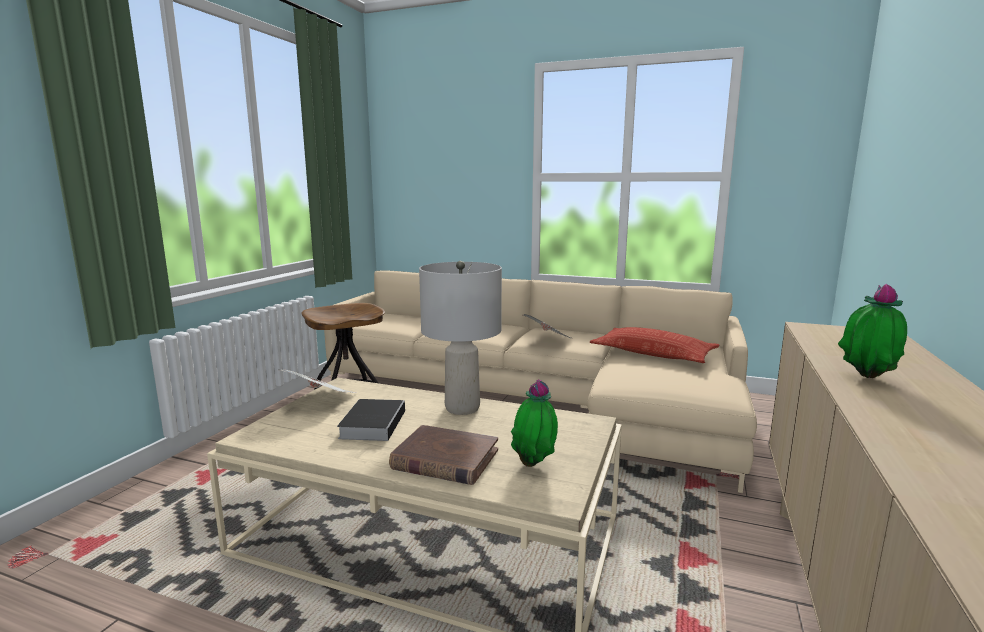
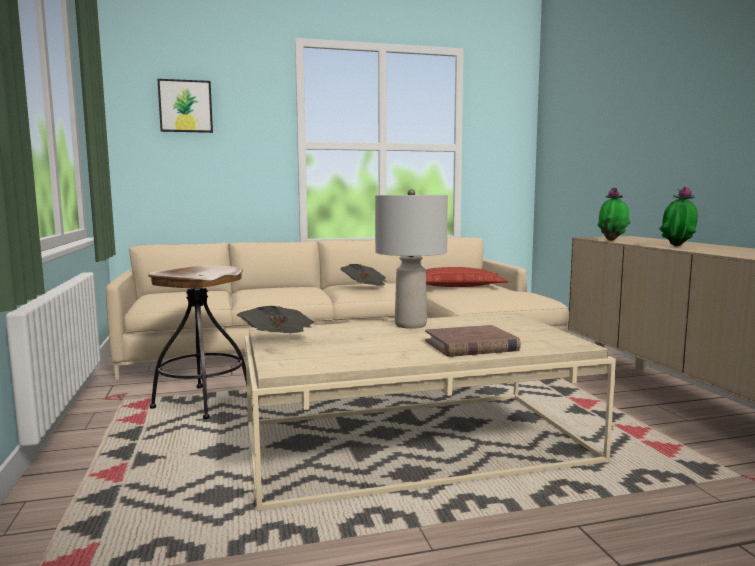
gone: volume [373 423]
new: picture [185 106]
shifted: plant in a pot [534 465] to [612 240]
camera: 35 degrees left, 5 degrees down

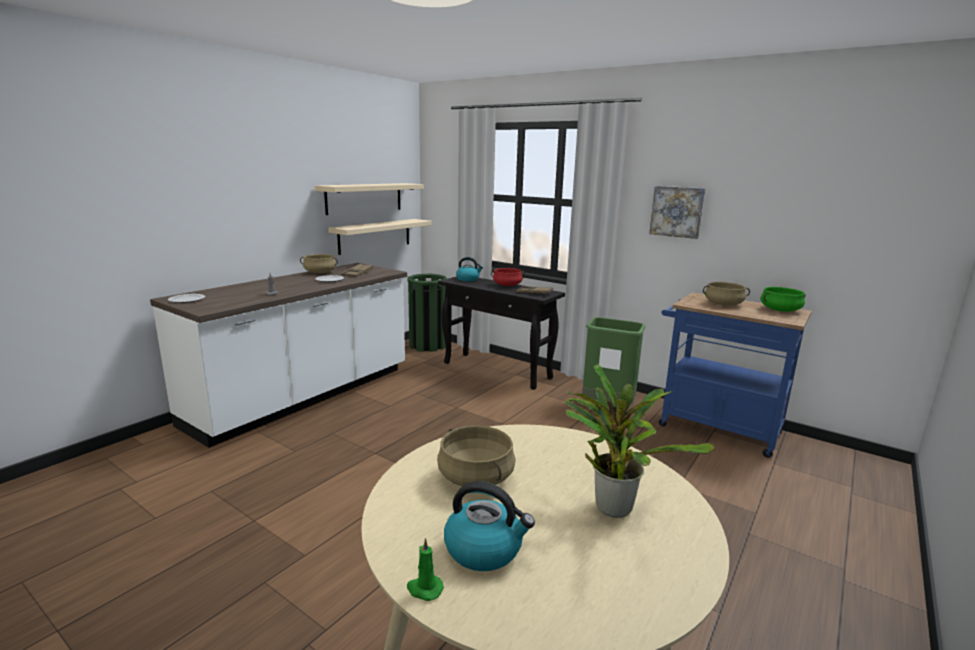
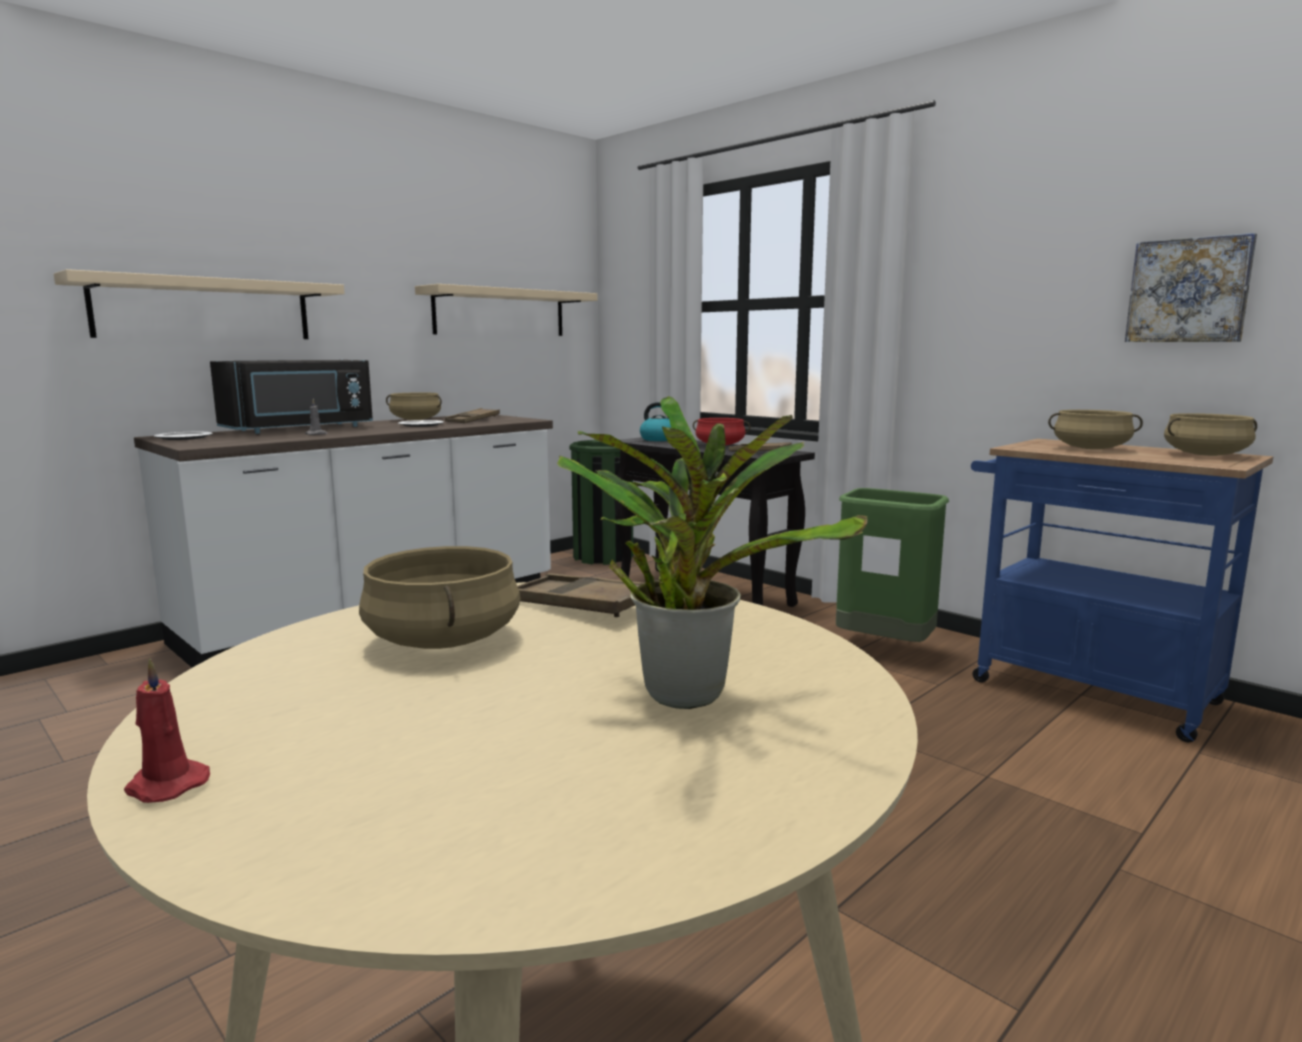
gone: tea kettle [485 549]
new: microwave oven/black-coloured [300 429]; carrying tray/brown [580 605]
shifted: shelf/beige [375 236] to [205 309]; picture [677 211] to [1189 291]
repainted: wax light/green [424 589] to wax light/red [165 785]; stockpot/green [780 310] to stockpot/beige [1205 455]
camera: 10 degrees right, 5 degrees down

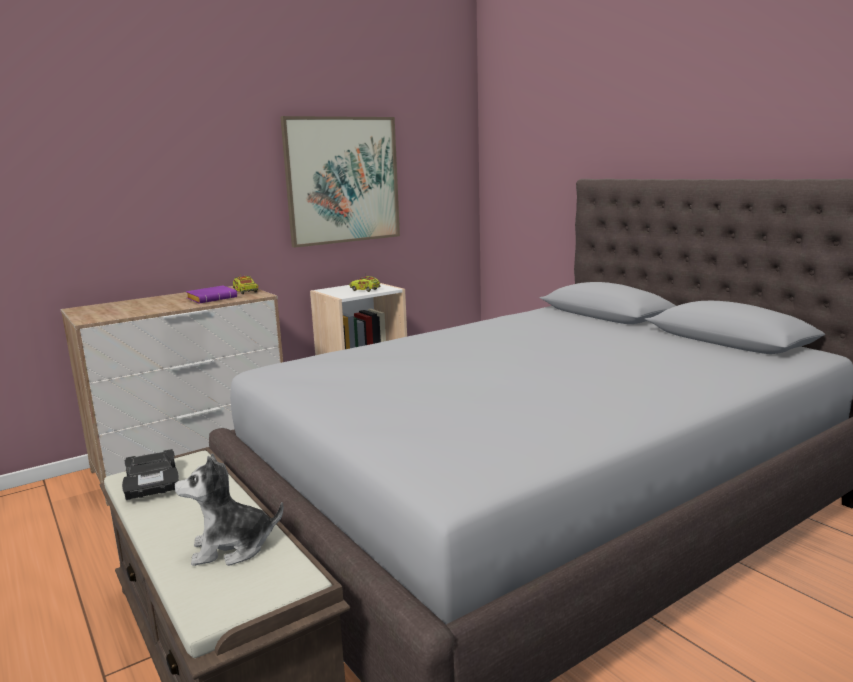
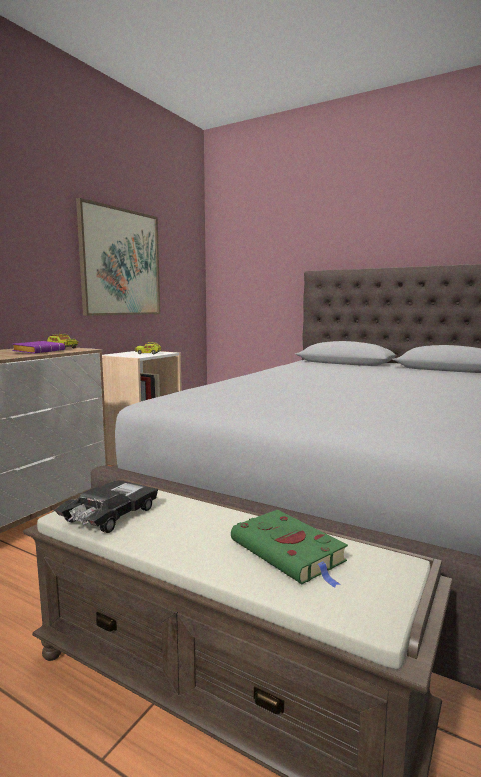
swapped: plush toy [231 548] to volume/green [290 552]
rotated: miniature car/black-coloured [152 483] = [109 515] 105 degrees counterclockwise
camera: 25 degrees left, 5 degrees down

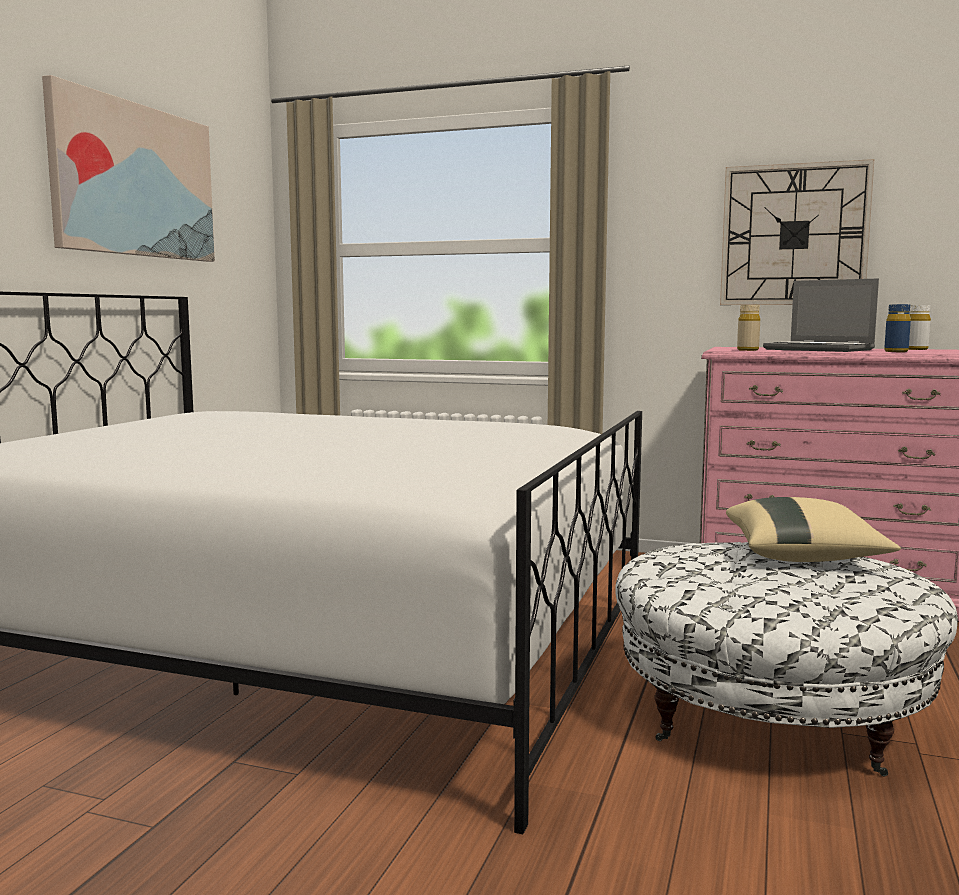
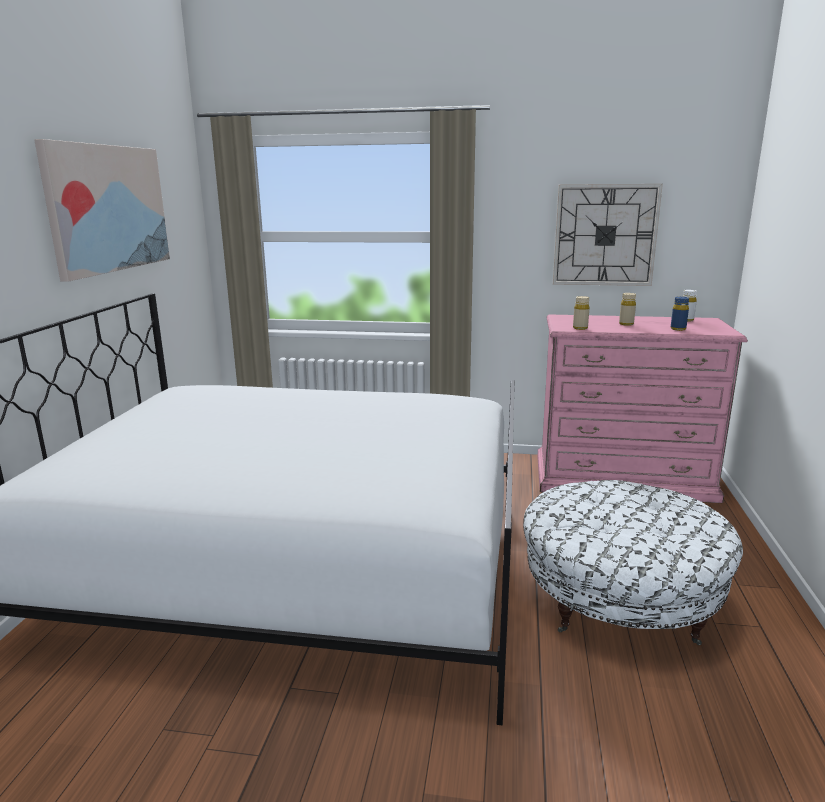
gone: pillow/beige [804 557]
swapped: notebook computer [820 349] to drink bottle/beige [626 324]
camera: 10 degrees left, 10 degrees up

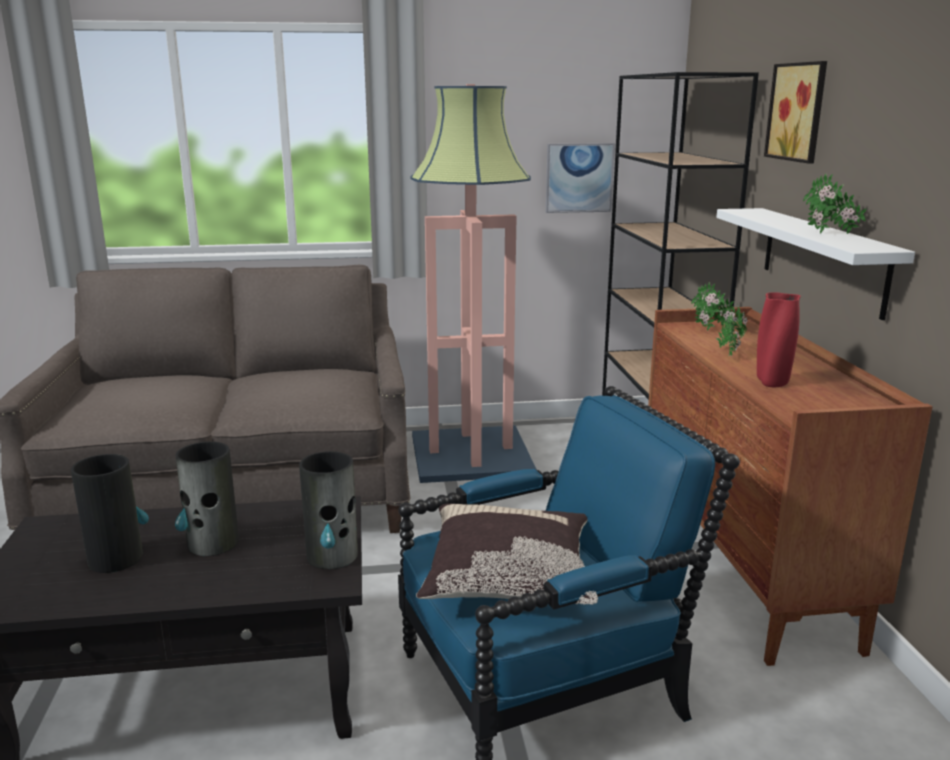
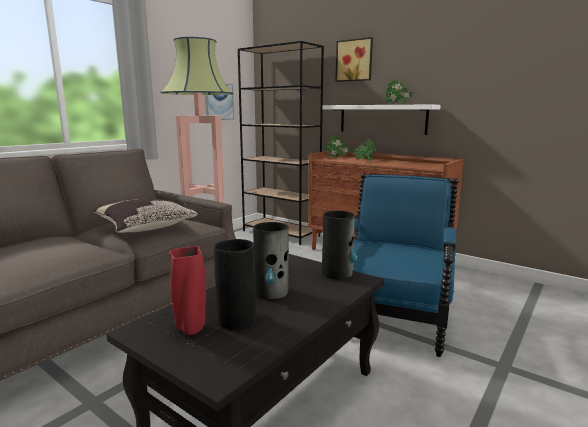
shifted: pillow [509 578] to [146 227]; flower vase/red [772 383] to [191 329]
camera: 45 degrees left, 5 degrees down

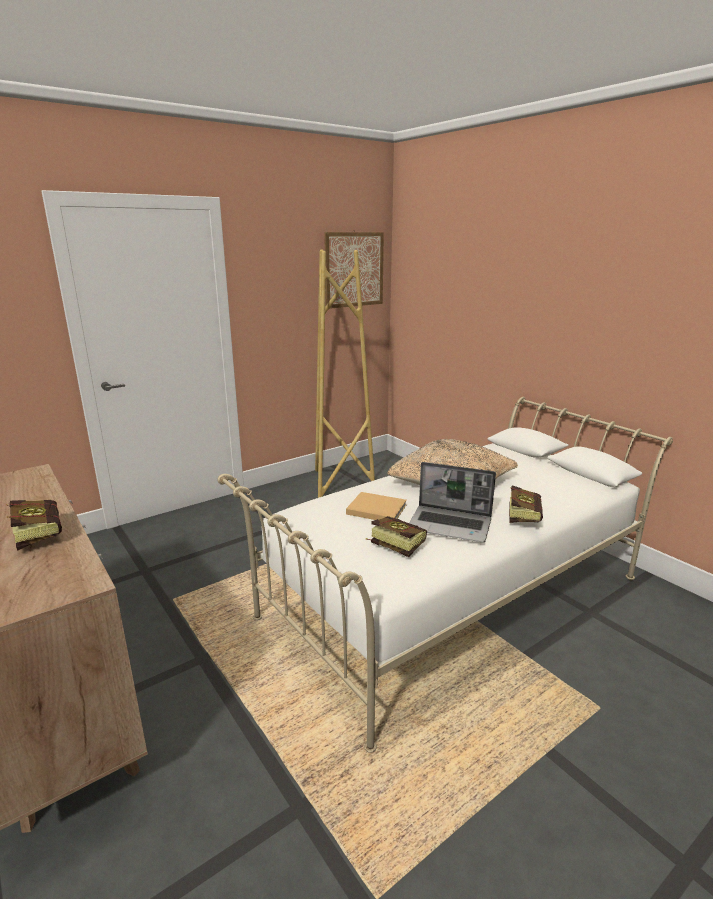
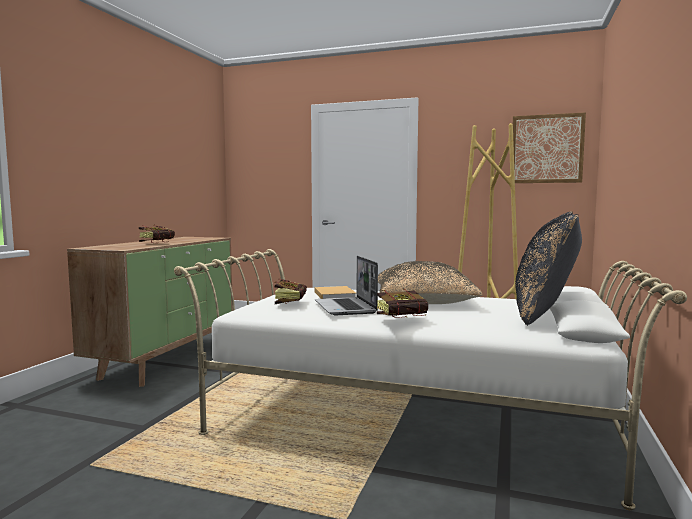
new: pillow/gray [545 318]
camera: 55 degrees right, 15 degrees down

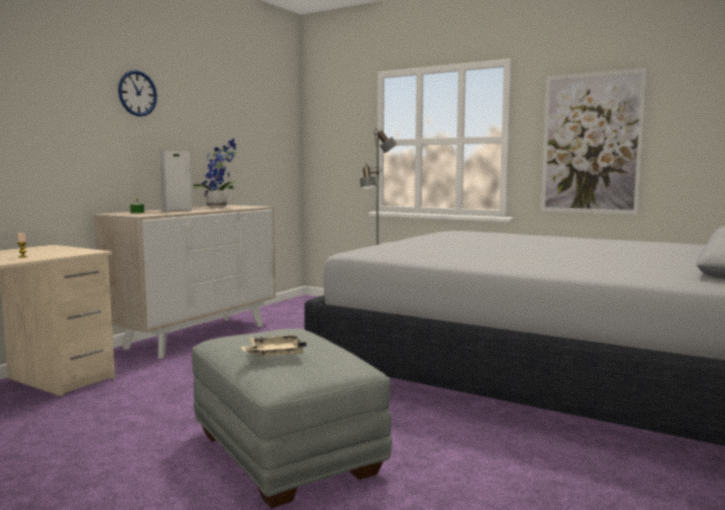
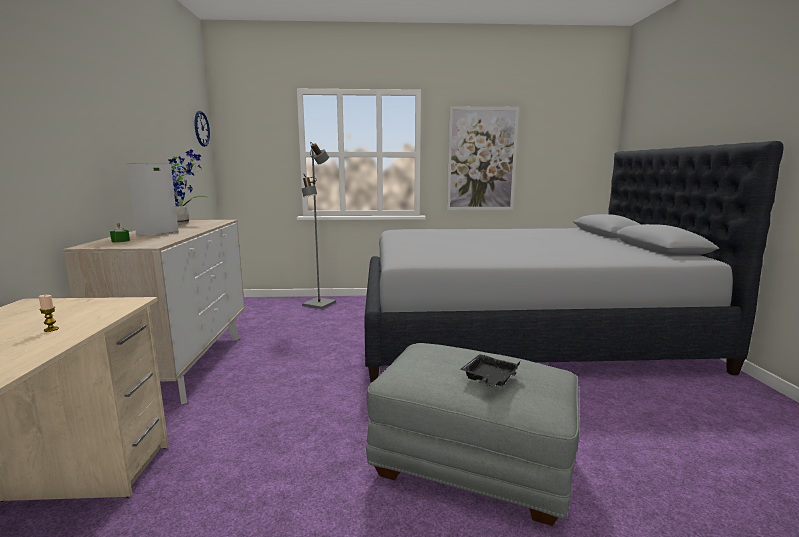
shifted: clock on the wall [137 93] to [201 128]
repainted: carrying tray/beige [274 354] to carrying tray/black-coloured [489 379]
camera: 35 degrees left, 5 degrees up

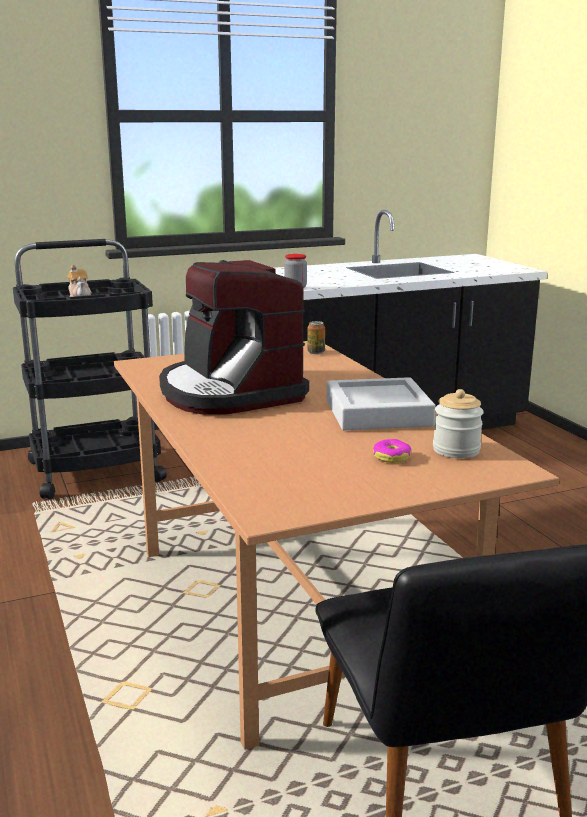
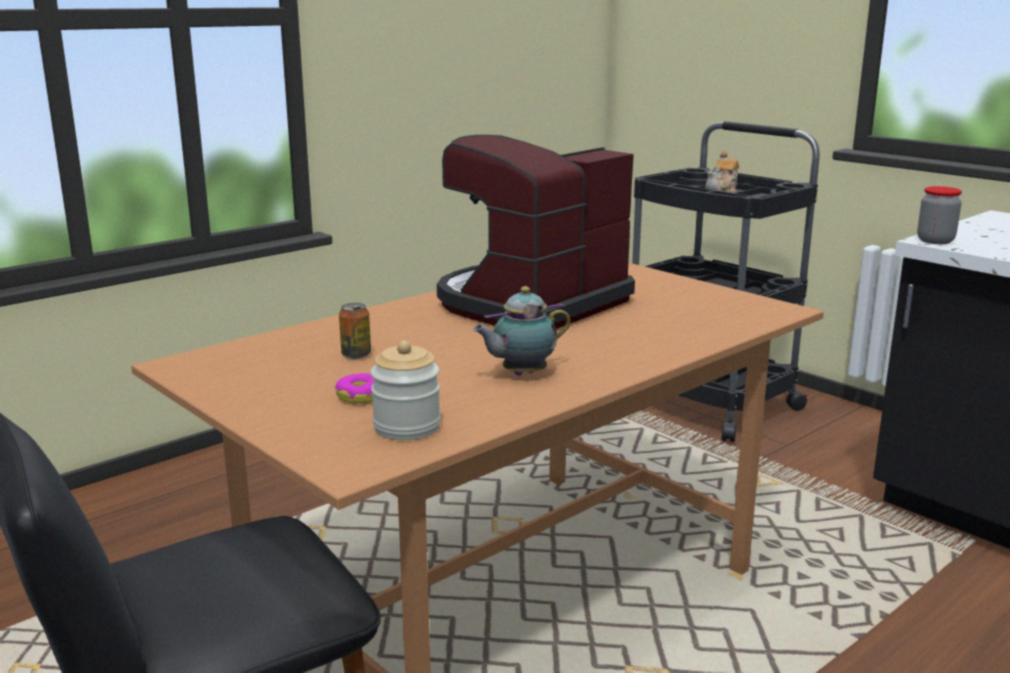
shifted: sealed can [316 352] to [356 355]
swapped: carrying tray/gray [378 413] to teapot [521 374]
camera: 70 degrees right, 0 degrees up

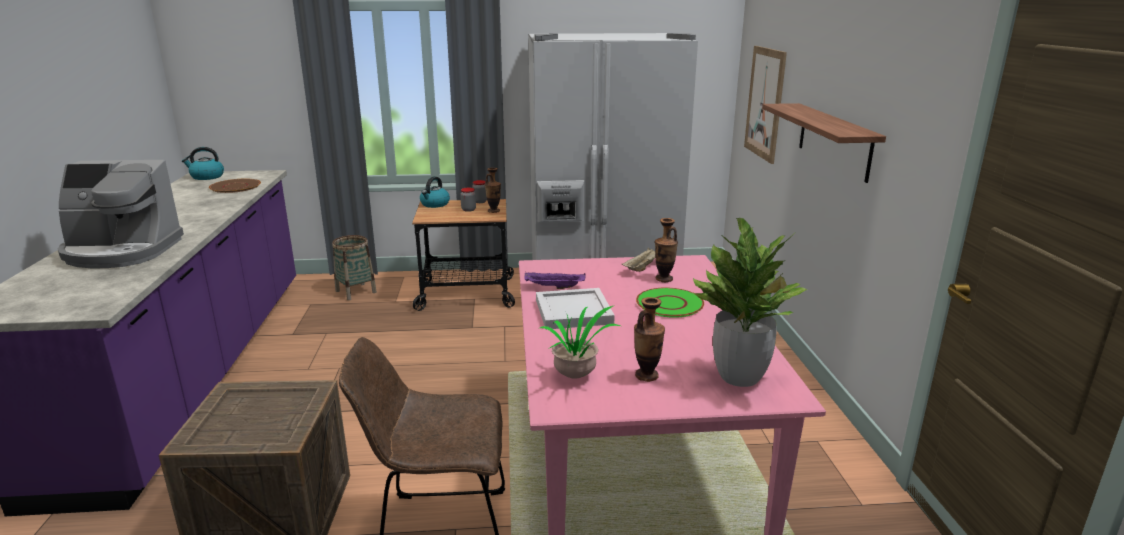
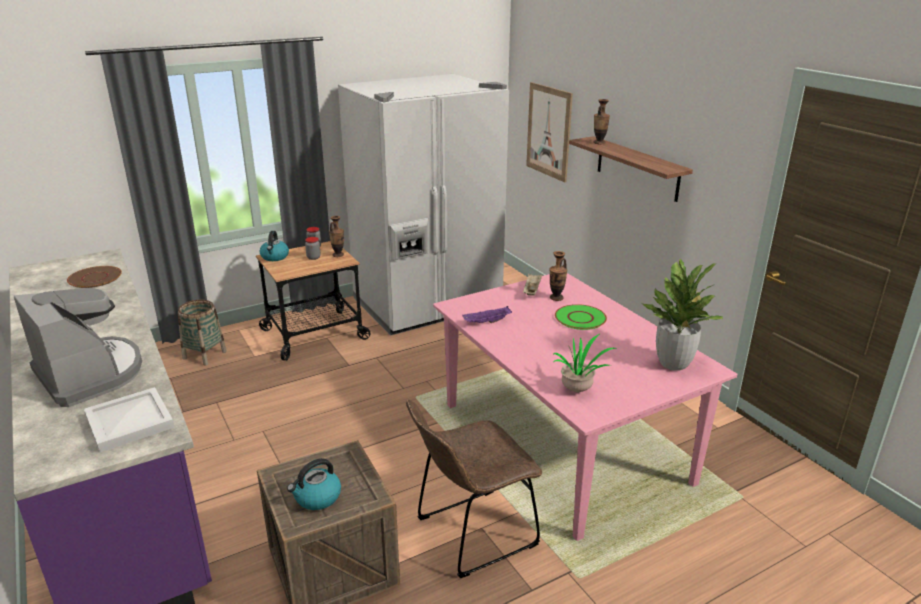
shifted: tea kettle [207 177] to [317 498]; carrying tray/white-coloured [572 312] to [128 423]; flower vase [646 375] to [599 143]
rotated: coffee machine [121 251] = [90 374] 105 degrees counterclockwise
camera: 25 degrees left, 5 degrees up

